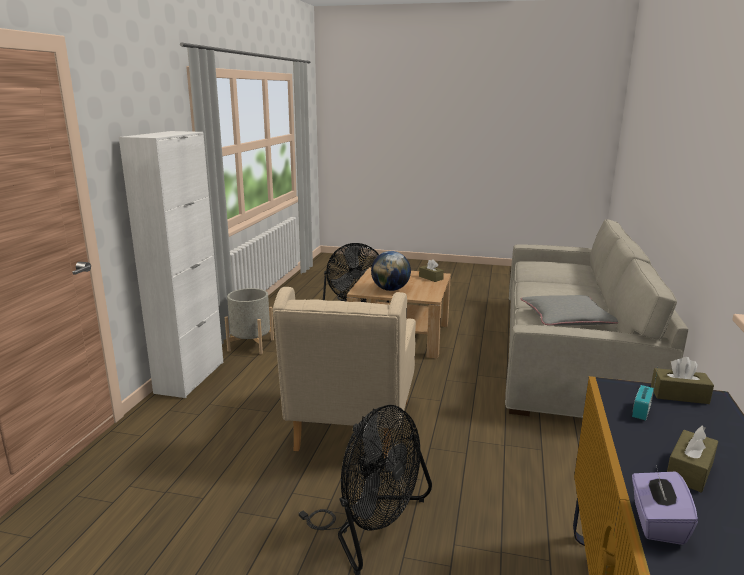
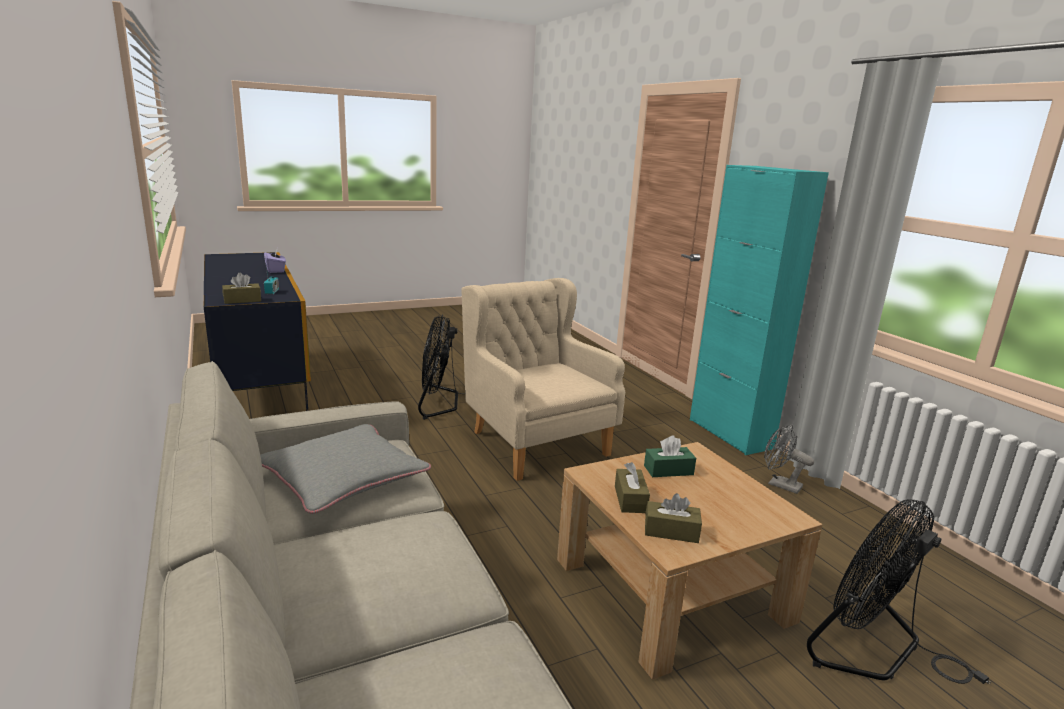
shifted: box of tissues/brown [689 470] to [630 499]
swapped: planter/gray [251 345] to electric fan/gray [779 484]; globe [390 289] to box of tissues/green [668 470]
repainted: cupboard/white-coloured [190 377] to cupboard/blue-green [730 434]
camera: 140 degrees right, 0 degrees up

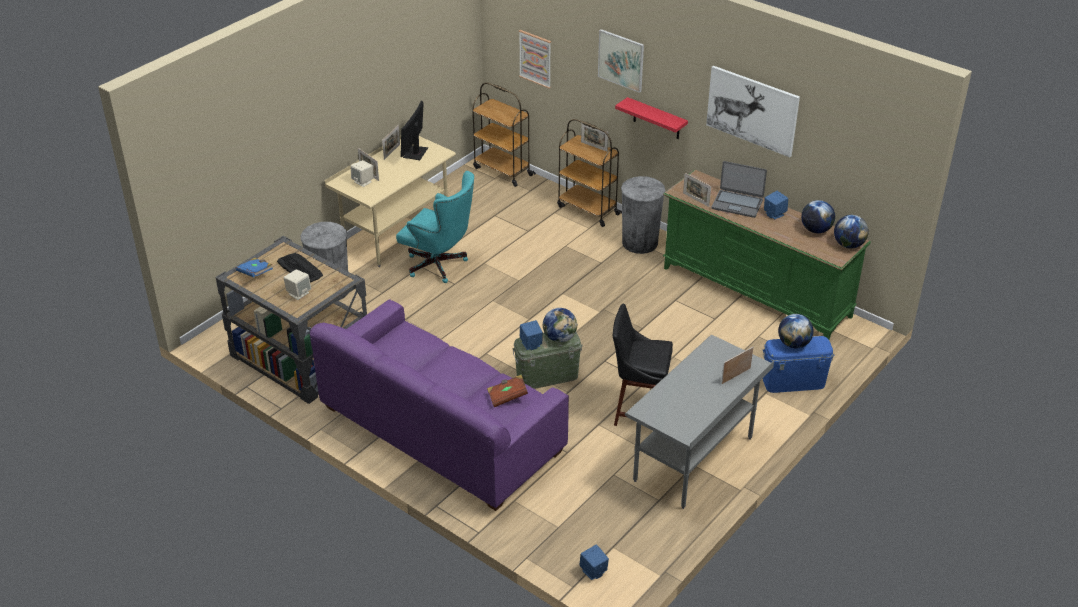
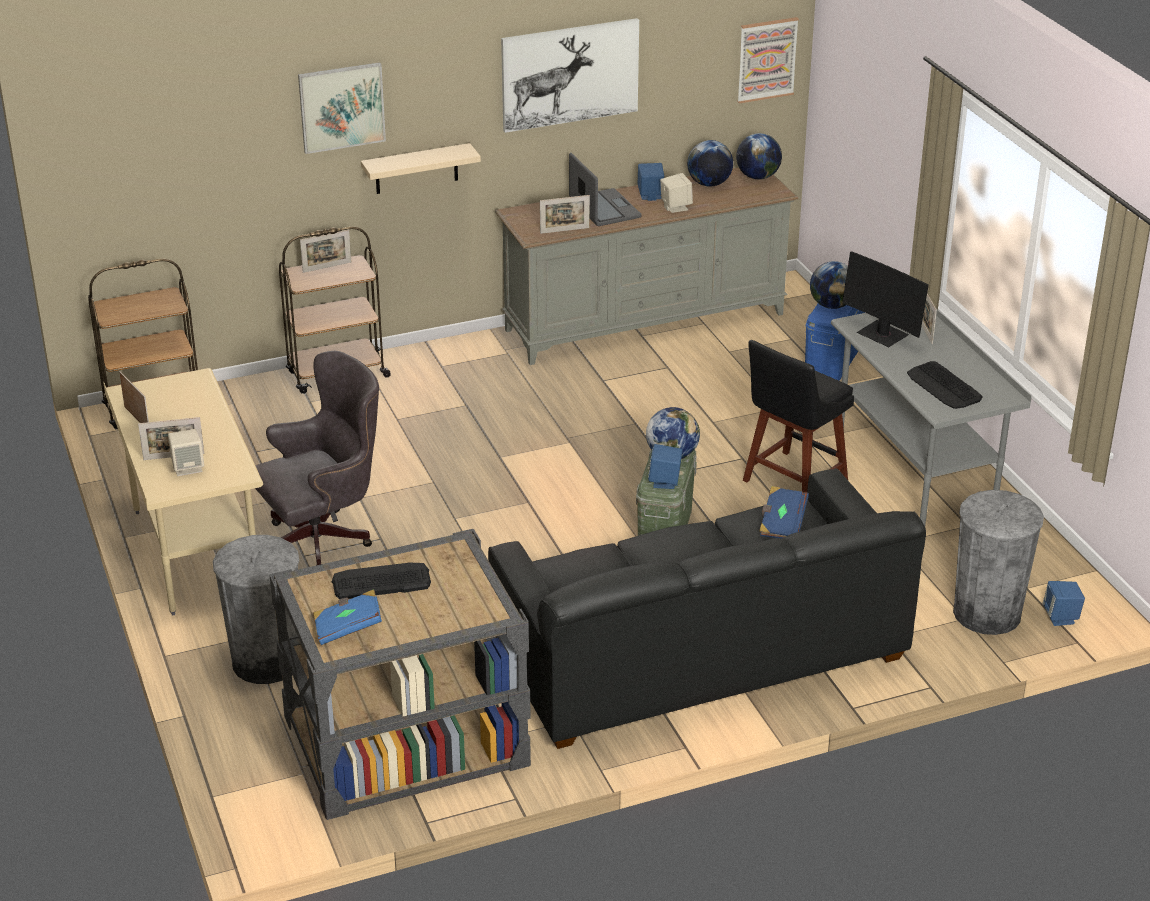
new: keyboard [944 386]
shifted: audio speaker/beige [298 293] to [675 207]; monitor [415 153] to [882 335]; picture [535 58] to [766 59]; trash can/gray [639 243] to [987 613]
repainted: settee/purple-coloured [442 429] to settee/black-coloured [699 653]; office chair/blue-green [439 266] to office chair/gray [323 538]; volume/brown [507 396] to volume/blue [782 524]; shelf/red [656 119] to shelf/beige [416 169]; cupboard/green [755 293] to cupboard/gray [645 323]
rotated: notebook computer [737 204] = [604 209] 75 degrees counterclockwise
camera: 60 degrees left, 5 degrees down

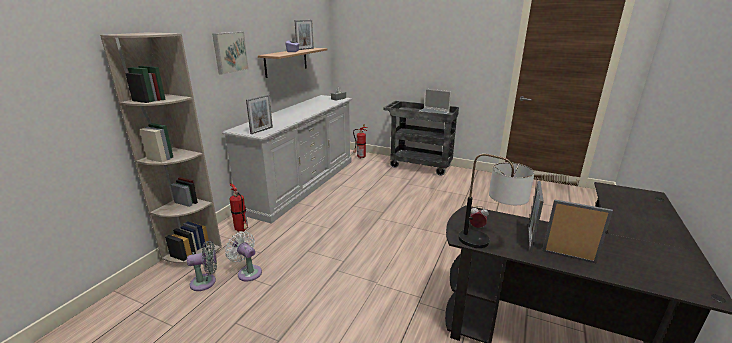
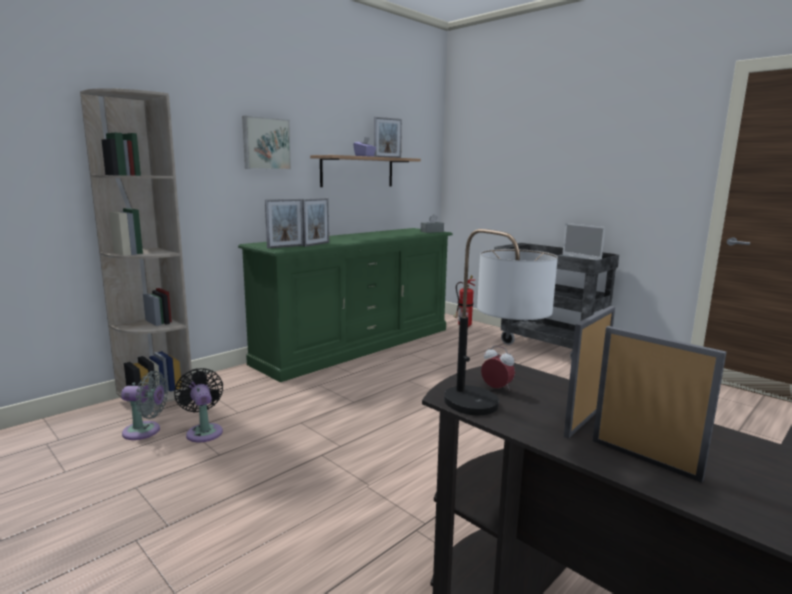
gone: fire-fighting cylinder [242 230]
new: photo frame [316 244]
repainted: cupboard/white-coloured [302 184] to cupboard/green [357 345]; electric fan/white-coloured [248 272] to electric fan/black-coloured [204 431]
camera: 20 degrees right, 10 degrees down

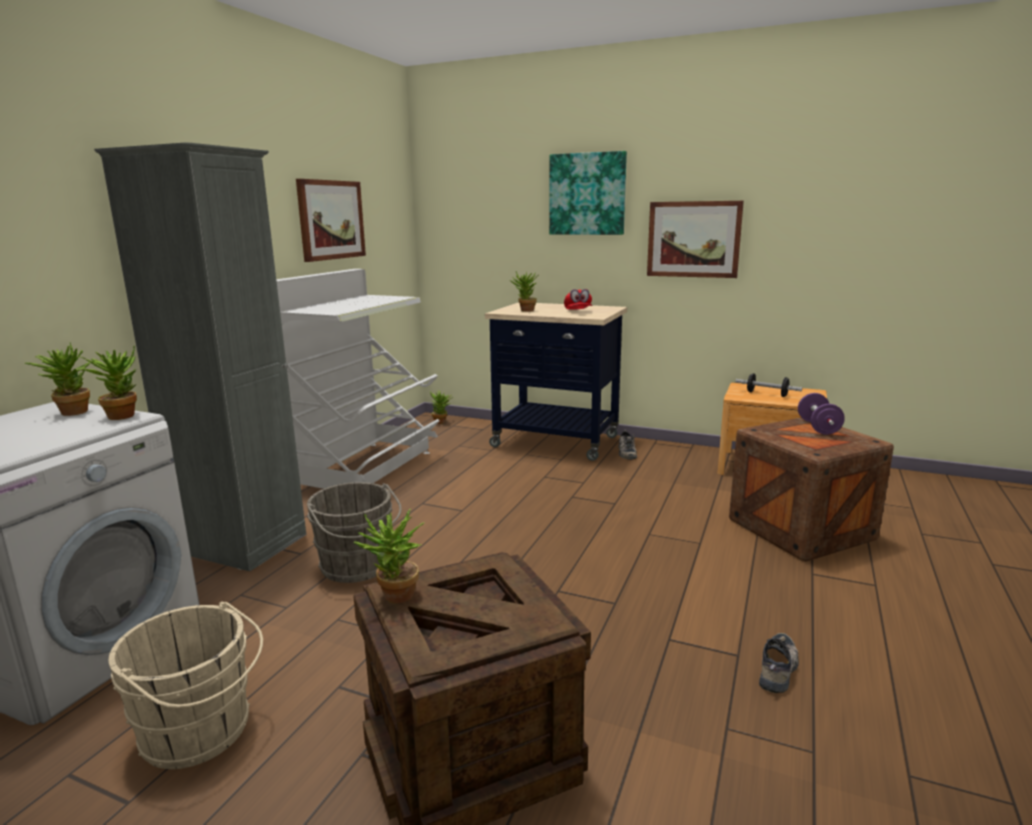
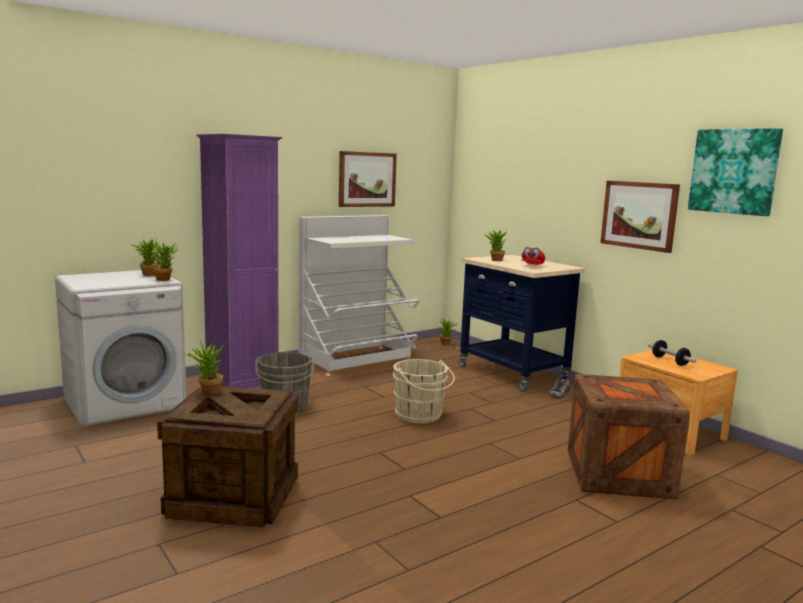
gone: low shoe [779 669]; dumbbell/purple-coloured [818 427]
shifted: bucket/beige [201 733] to [420 415]; picture [587 194] to [734 171]
repainted: cupboard/gray [244 543] to cupboard/purple-coloured [243 380]
camera: 30 degrees right, 5 degrees down

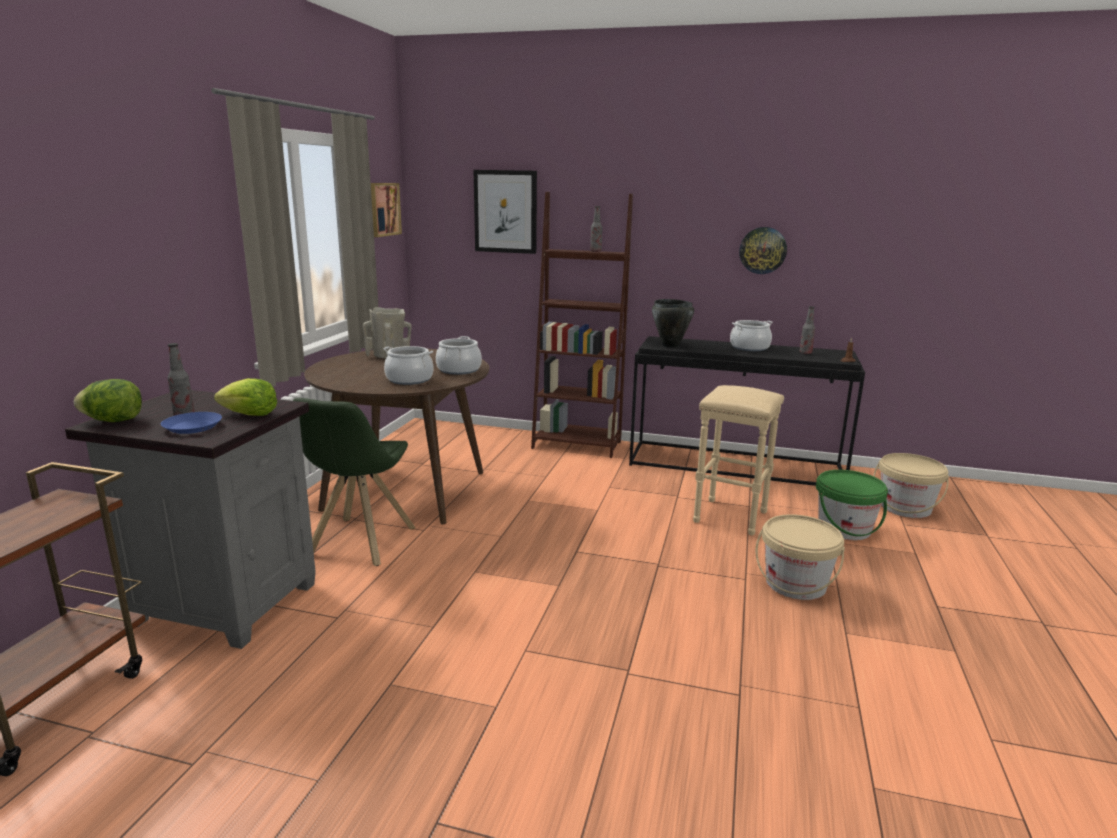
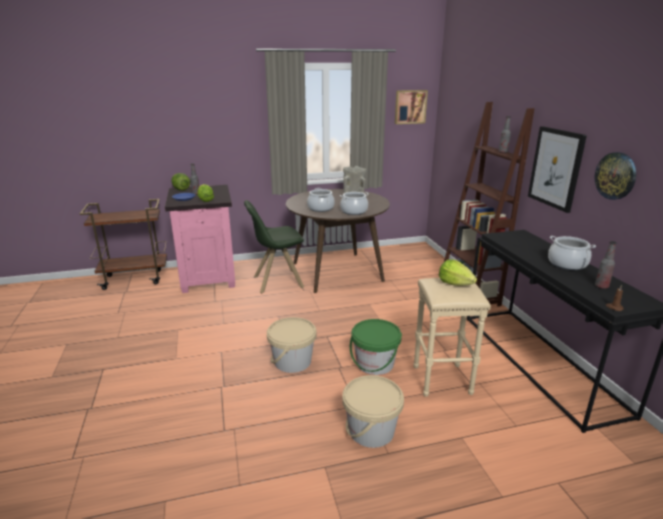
gone: stockpot/black-coloured [670 345]
new: head of lettuce [455 283]
shifted: picture [505 211] to [556 168]; bucket/green [844 528] to [375 363]; bucket/beige [905 508] to [292 361]
repainted: cupboard/gray [222 602] to cupboard/pinkish [208 277]
camera: 60 degrees right, 5 degrees up

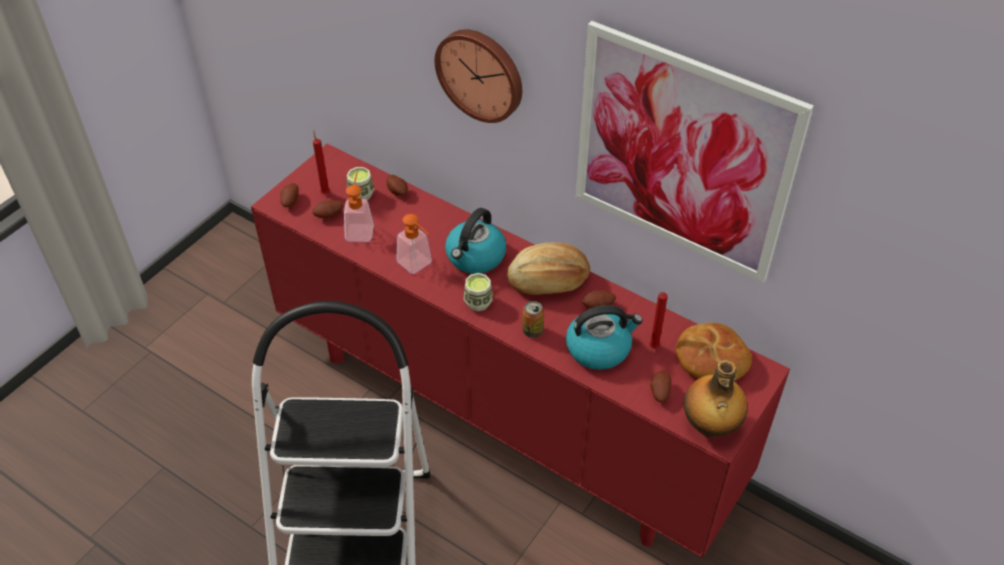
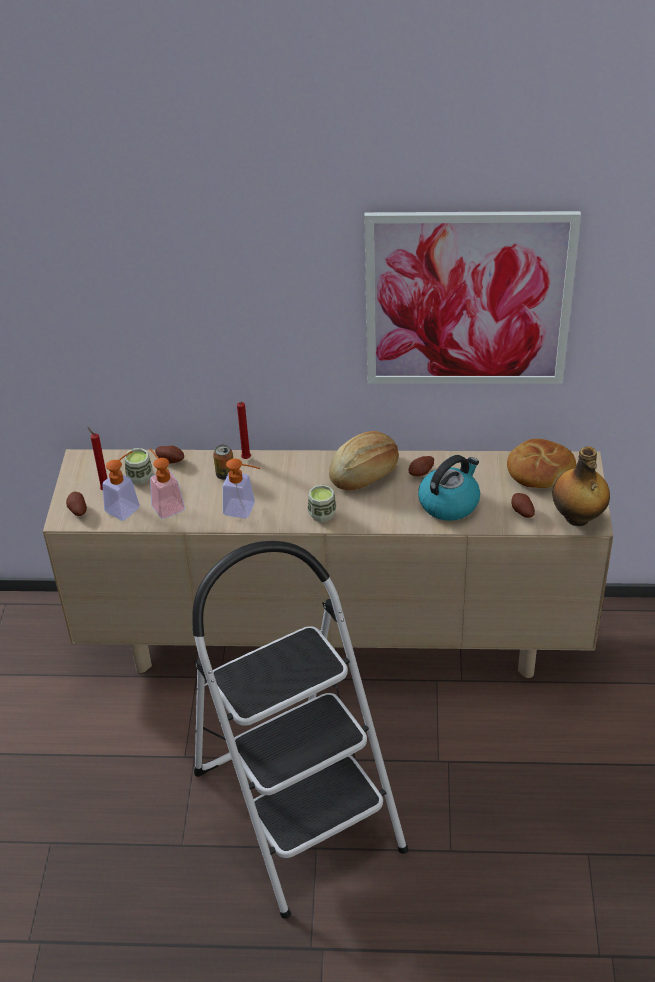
gone: clock on the wall [481 74]; tea kettle [475 257]
shifted: sealed can [532 331] to [225 475]; wax light/red [653 348] to [246 460]
swapped: spud [329 216] to soap bottle [126 506]
repainted: cupboard/red [503 416] to cupboard/beige [335 639]
camera: 30 degrees left, 5 degrees down

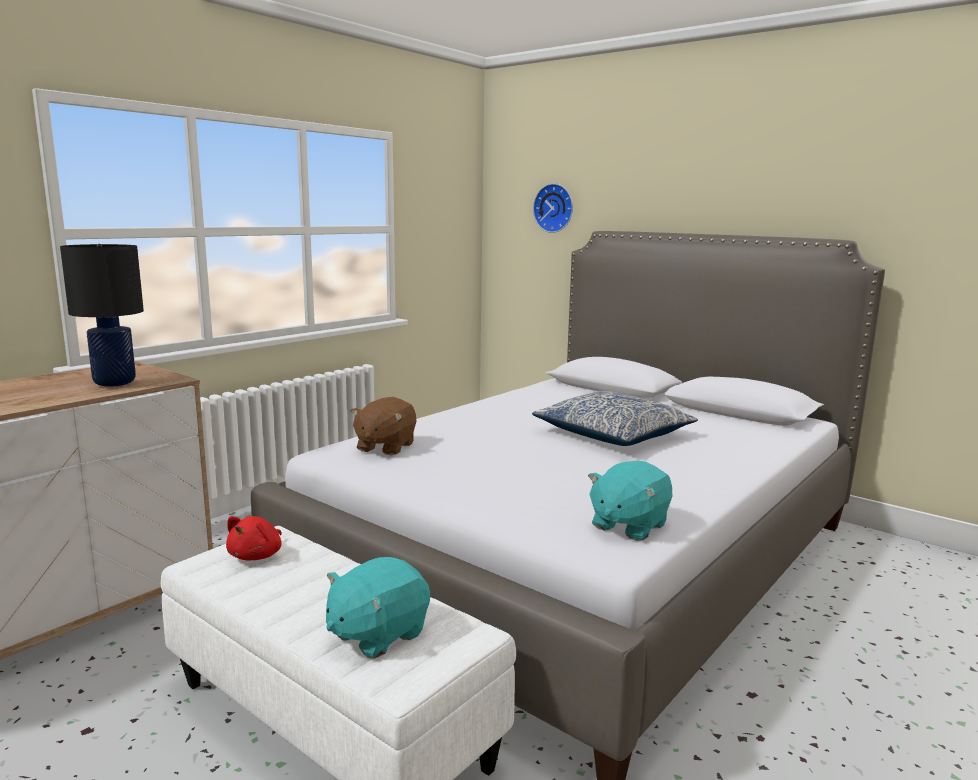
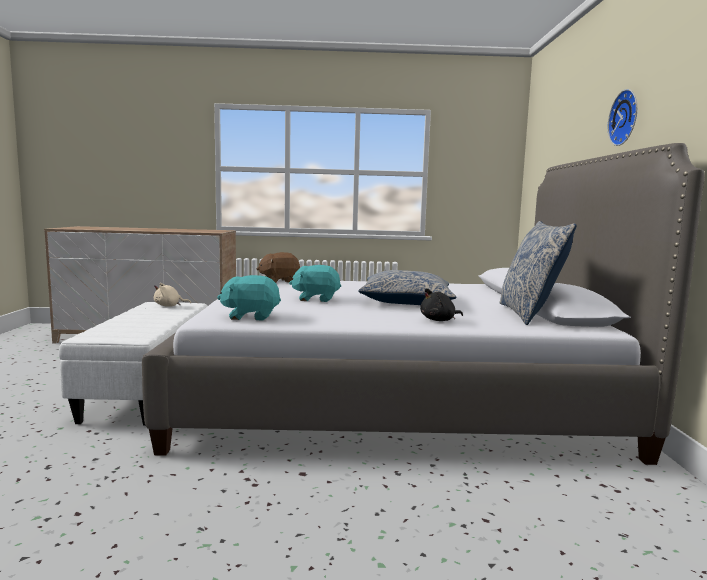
gone: tabletop lamp/black-coloured [115 384]
new: plush toy/black-coloured [439 320]; pillow [529 314]
shifted: plush toy/blue-green [377 634] to [316 299]; clock on the wall [554 208] to [626 118]
repainted: plush toy/red [257 555] to plush toy/beige [169 306]
camera: 50 degrees right, 5 degrees down

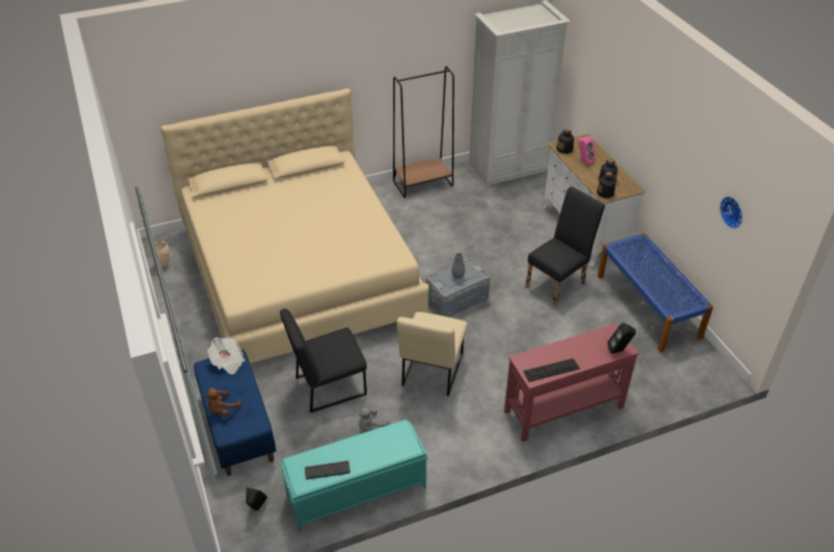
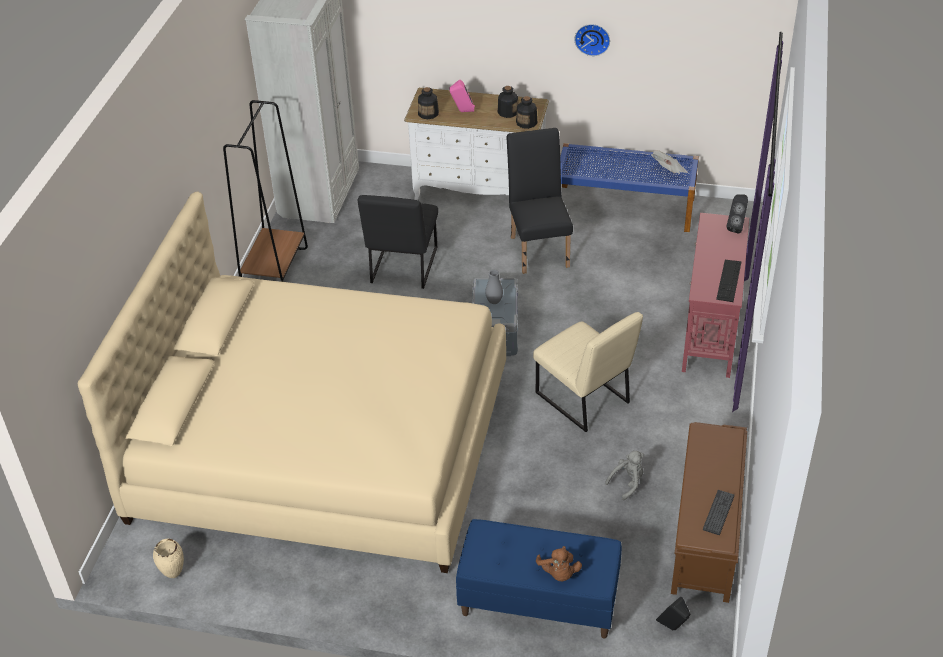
shifted: newspaper [227 362] to [668 171]; upright chair/black-coloured [328 386] to [403 266]; clock on the wall [733 211] to [592 38]
repainted: indoor bench/blue-green [355 491] to indoor bench/brown [706 533]
rotated: plush toy/gray [371 428] = [627 483] 120 degrees counterclockwise
camera: 55 degrees left, 0 degrees up

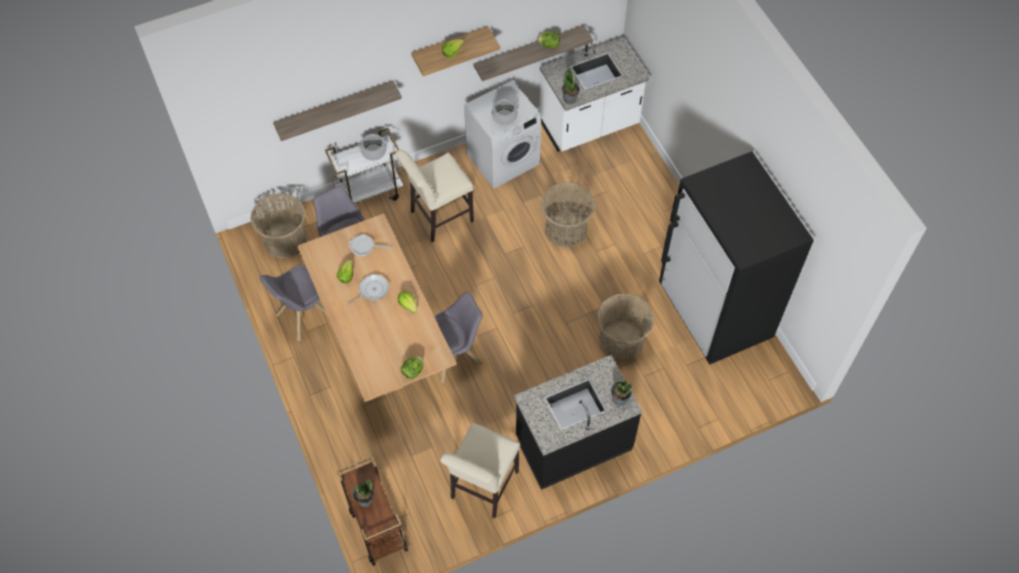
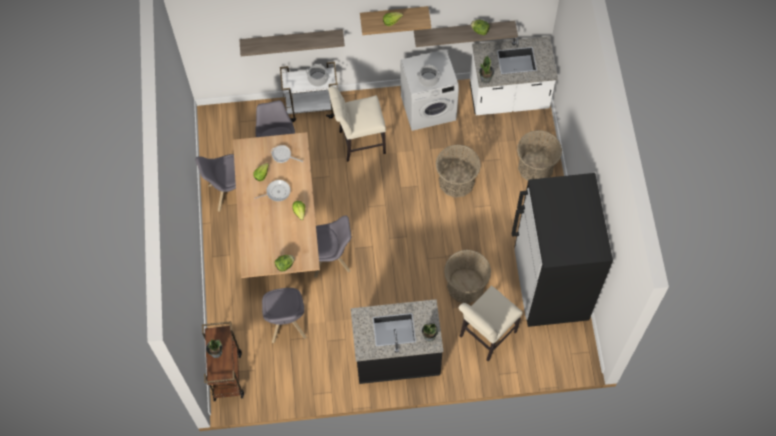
new: upright chair/gray [287 324]
shifted: basket [285 240] to [535 167]; stool seat/beige [482 488] to [485 336]
camera: 20 degrees right, 5 degrees up

